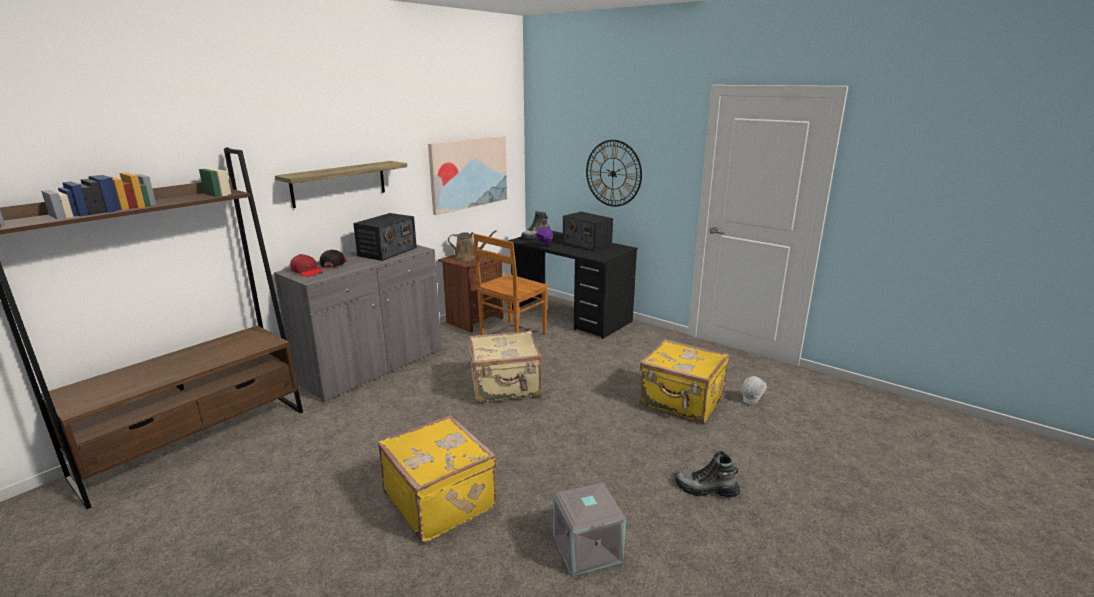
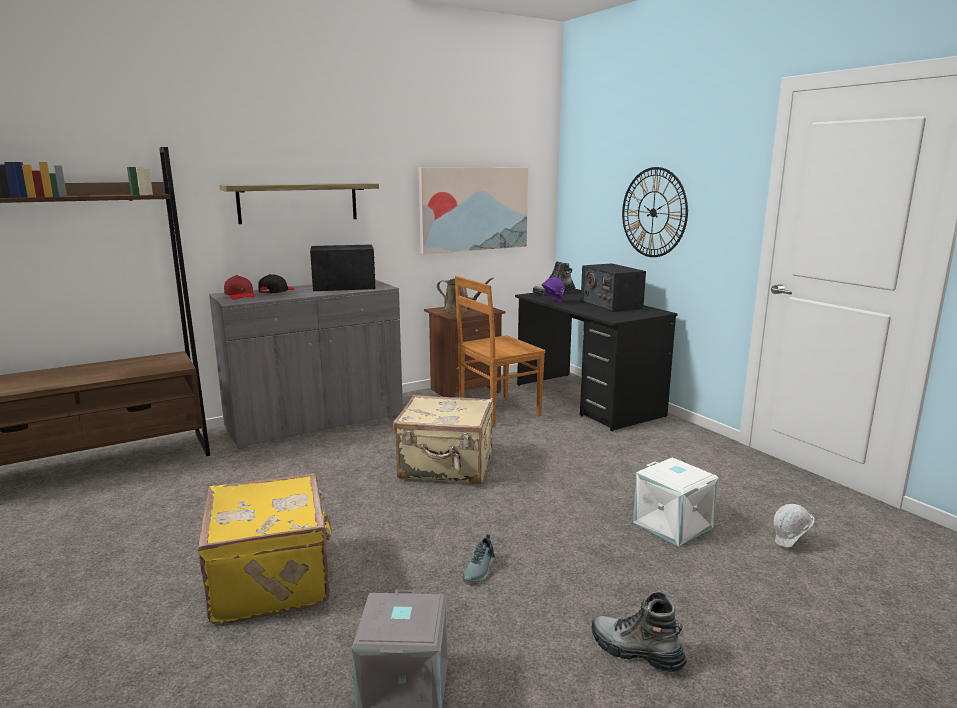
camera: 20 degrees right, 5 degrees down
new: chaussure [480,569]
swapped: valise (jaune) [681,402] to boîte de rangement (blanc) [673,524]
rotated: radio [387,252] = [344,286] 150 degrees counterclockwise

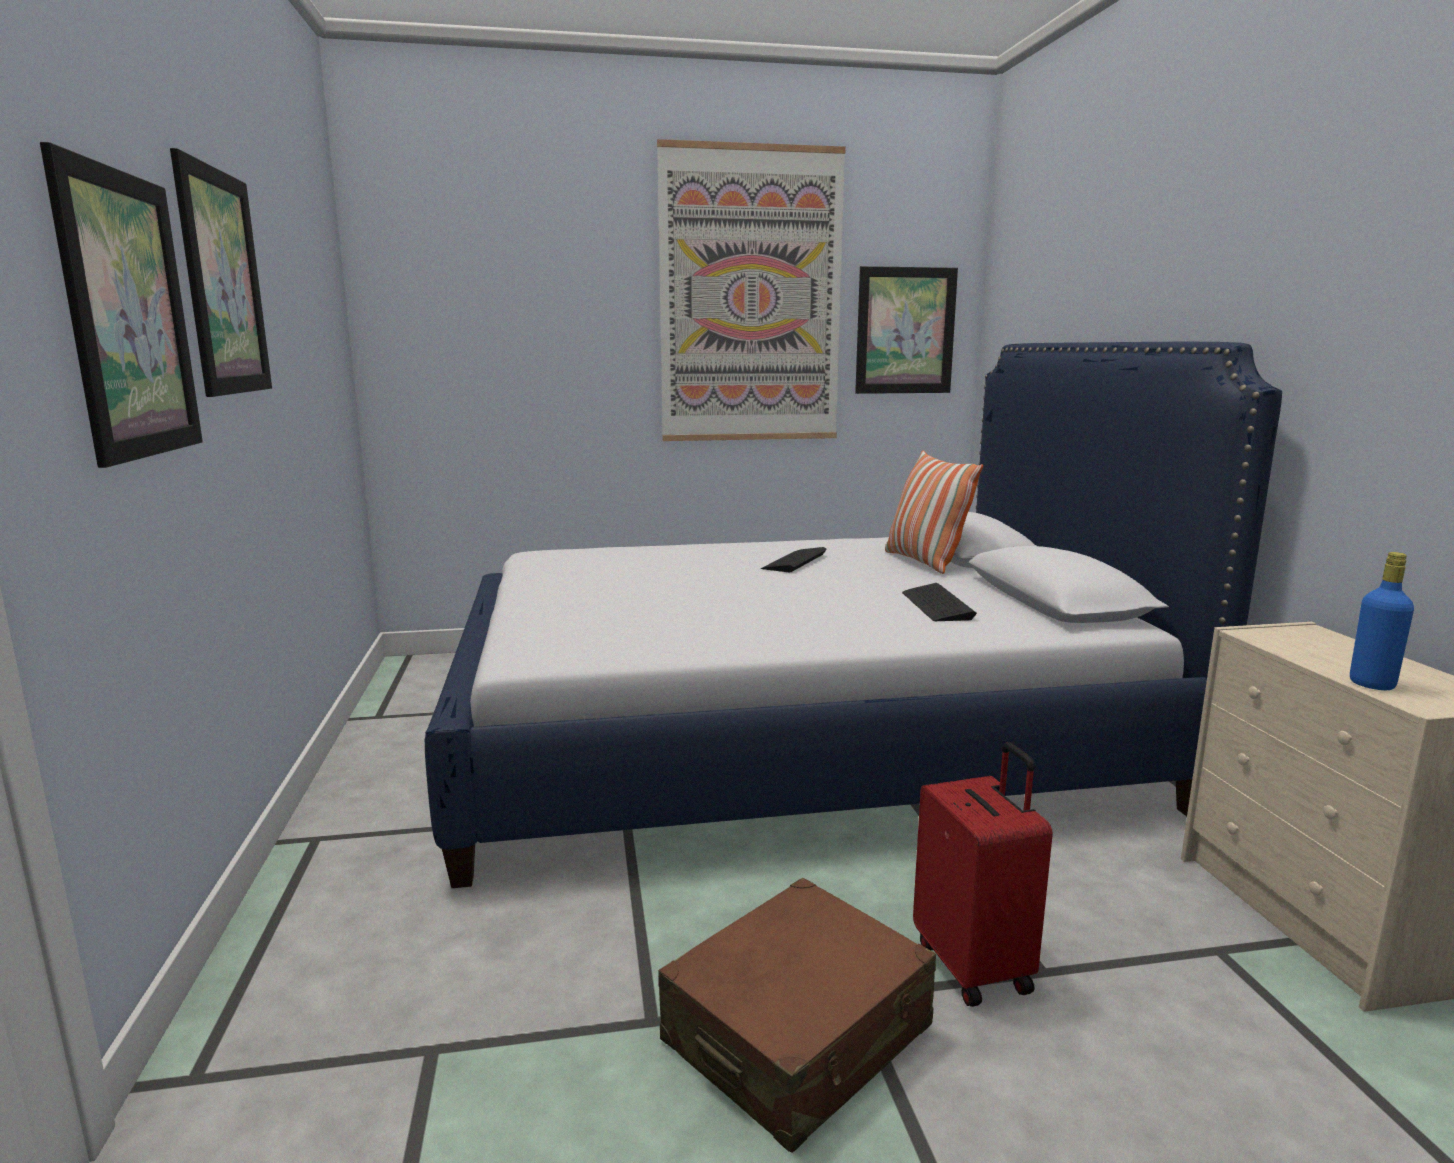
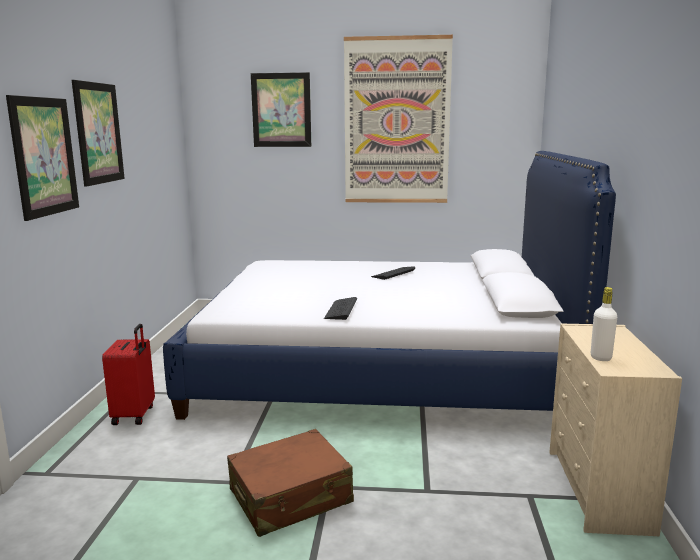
camera: 15 degrees right, 0 degrees up
gone: coussin [924,562]
shifted: tableau [905,331] to [281,110]; clavier [937,605] to [341,310]; valise (rouge) [975,965] to [135,415]
repainted: bouteille (bleu) [1371,684] to bouteille (blanc) [601,357]

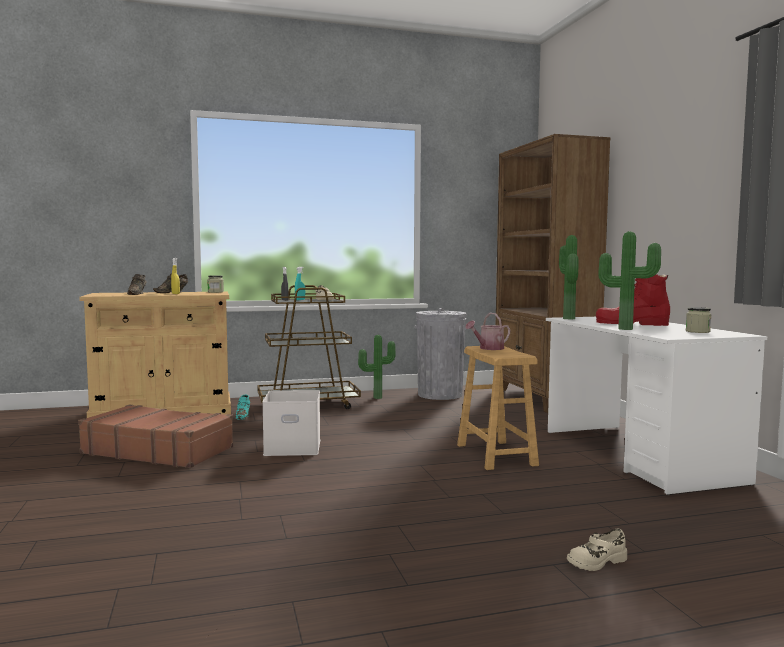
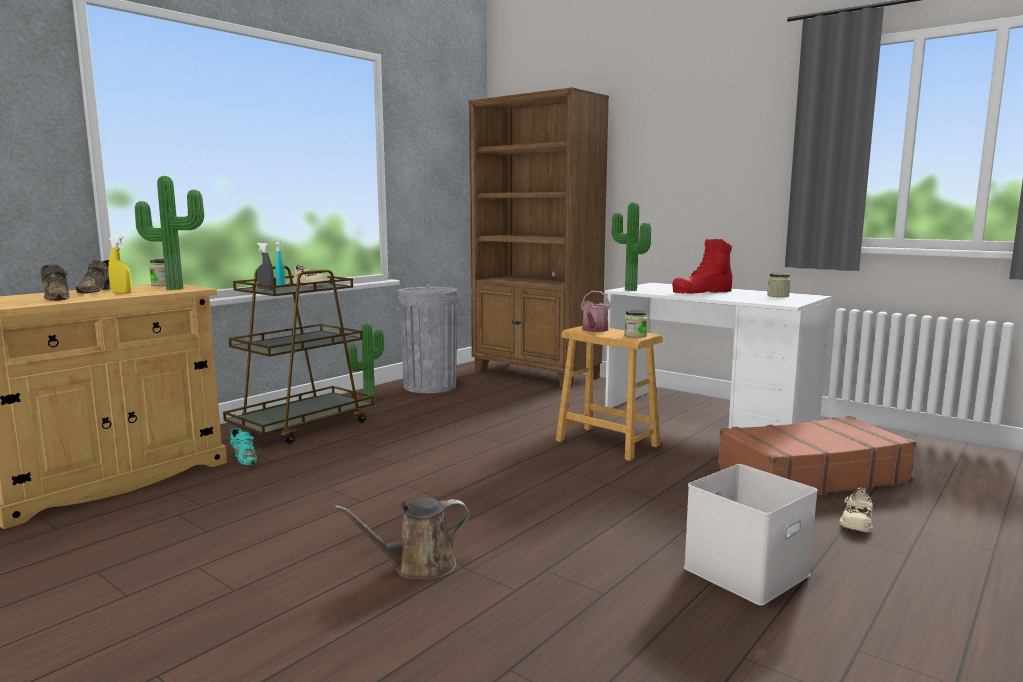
camera: 35 degrees left, 5 degrees up
new: arrosoir (marron) [418,567]; bocal [635,335]
shifted: valise (marron) [158,450] to [810,475]; boîte de rangement (blanc) [294,447] to [745,569]; plante en pot [626,329] to [176,288]

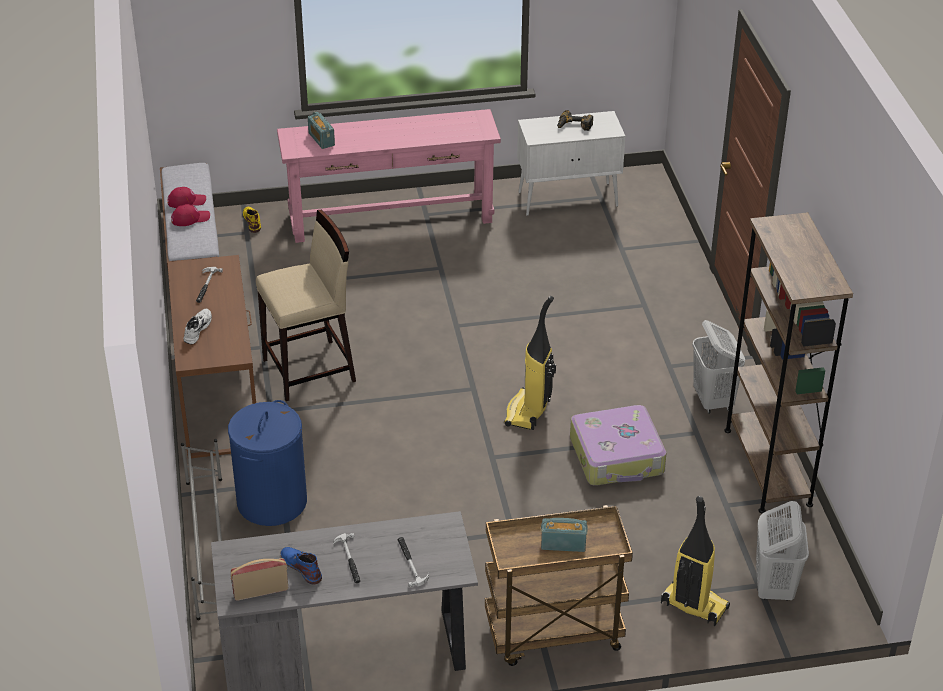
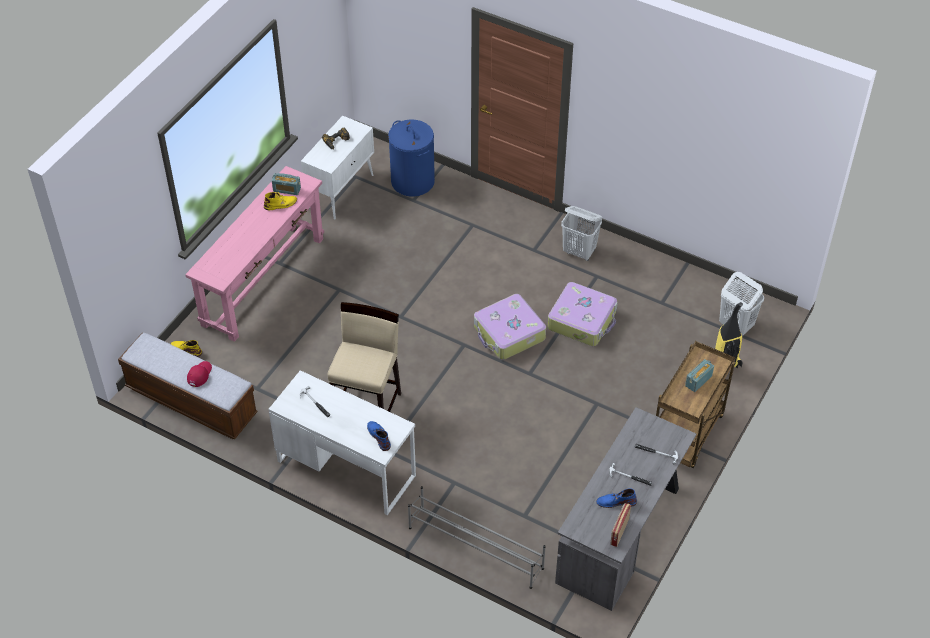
camera: 50 degrees left, 10 degrees up
gone: casquette (rouge) [186,201]; chaussure (blanc) [196,329]; bibliothèque (marron) [767,467]
new: botte (jaune) [281,204]; botte (bleu) [379,436]
shifted: panier à linge (bleu) [272,501] to [412,181]; radio [321,139] to [287,190]
swapped: aspirateur [528,412] to valise [509,334]
repainted: bureau (marron) [219,397] to bureau (blanc) [346,468]

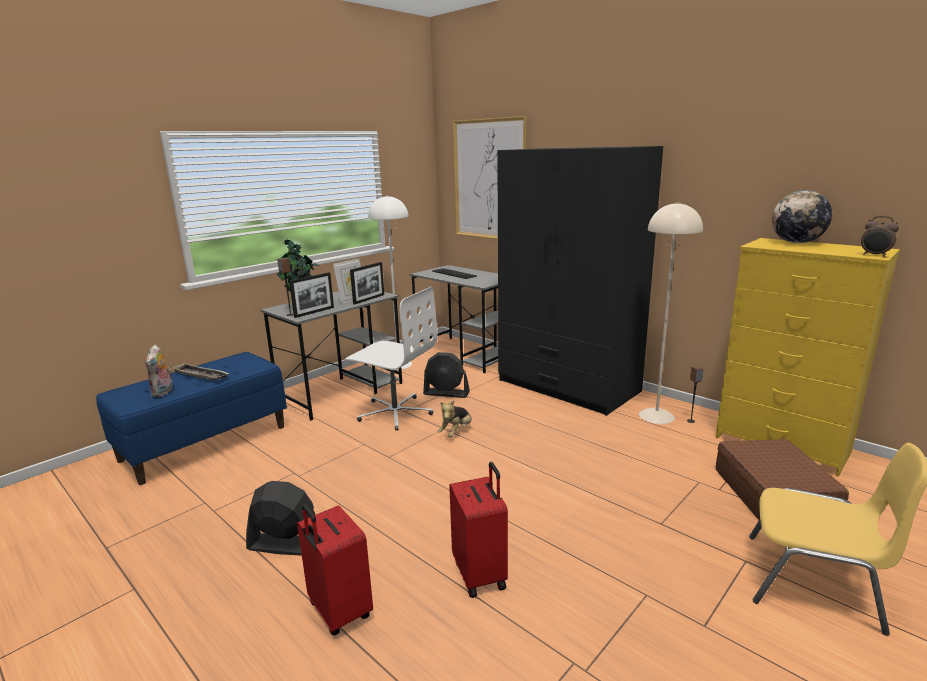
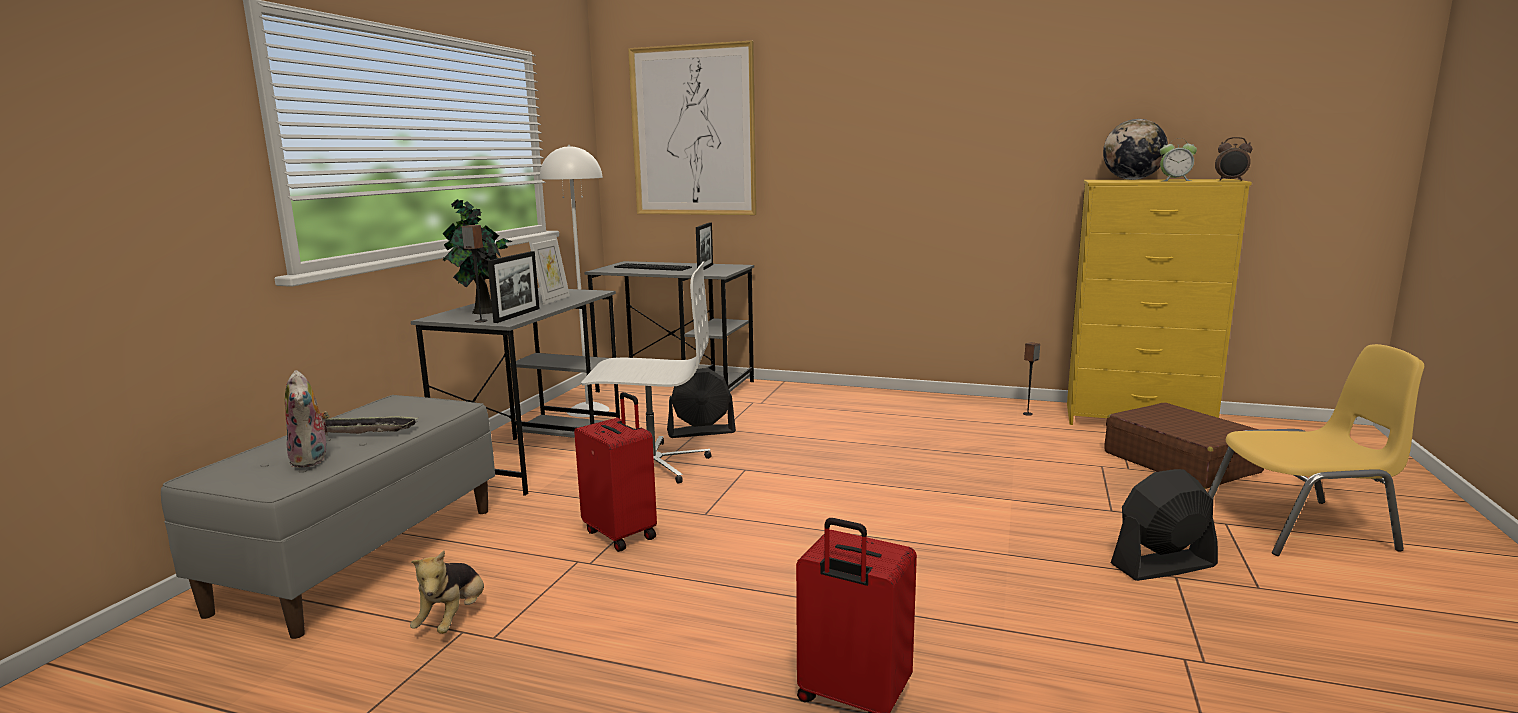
camera: 25 degrees left, 5 degrees down
gone: armoire (noir) [568,386]; lampadaire (beige) [656,416]
new: réveil [1175,180]
shifted: ventilateur (noir) [284,545] to [1163,565]; cadre photo [369,299] to [705,268]; peluche [456,432] to [453,619]; valise (rouge) [481,574] to [622,534]
repainted: banc (bleu) [205,442] to banc (gris) [362,556]

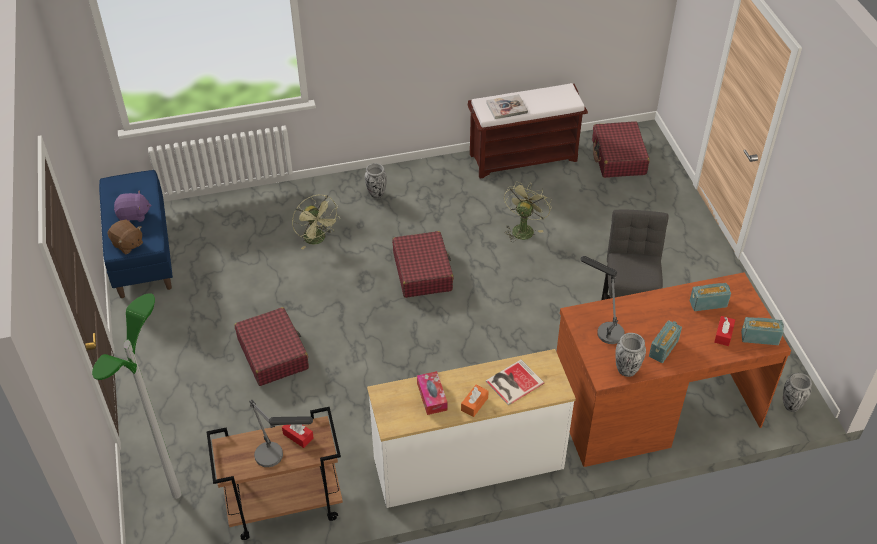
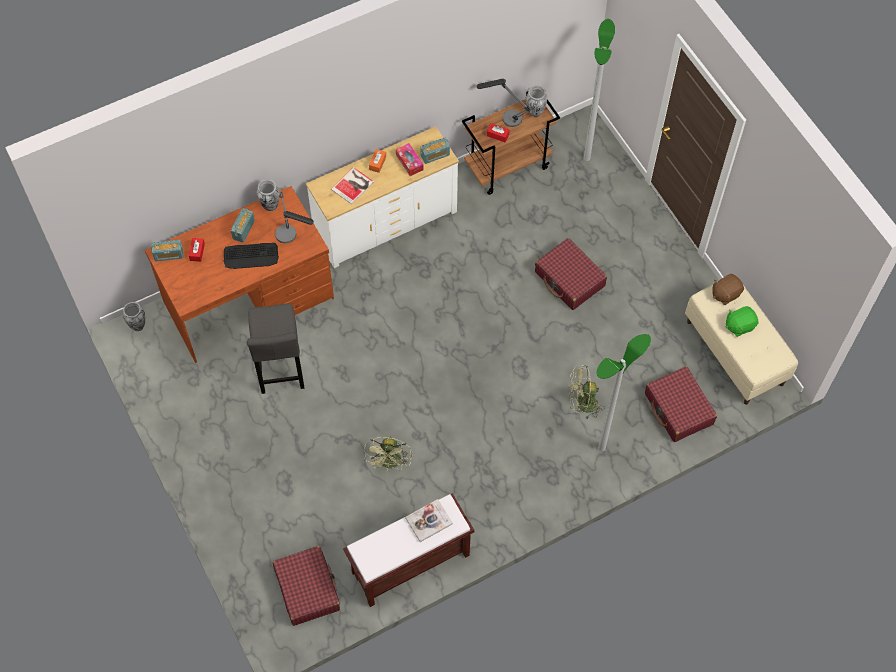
camera: 165 degrees right, 15 degrees up
new: clavier [251,256]; lampadaire [602,448]
shifted: vase [376,194] to [535,112]; valise (rouge) [422,271] to [678,409]; radio [708,304] to [435,155]
repainted: banc (bleu) [141,252] to banc (beige) [735,353]; peluche (violet) [134,215] to peluche (vert) [739,325]
rotated: peluche (marron) [127,244] = [725,294] 60 degrees counterclockwise; ventilateur (vert) [318,240] = [582,404] 45 degrees counterclockwise

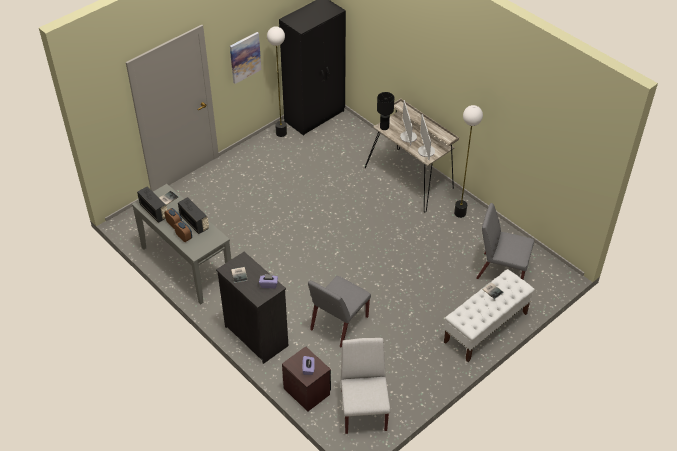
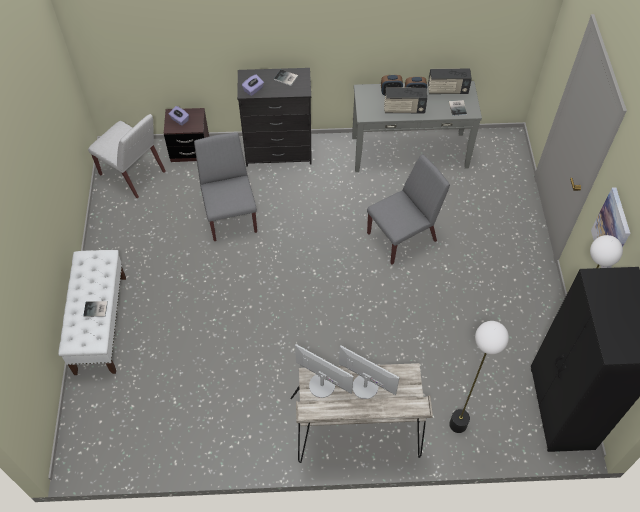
camera: 130 degrees right, 10 degrees up
gone: lampe de table (noir) [384,127]
shifted: lampadaire [460,213] to [458,424]; chaise (gris) [501,271] to [402,236]

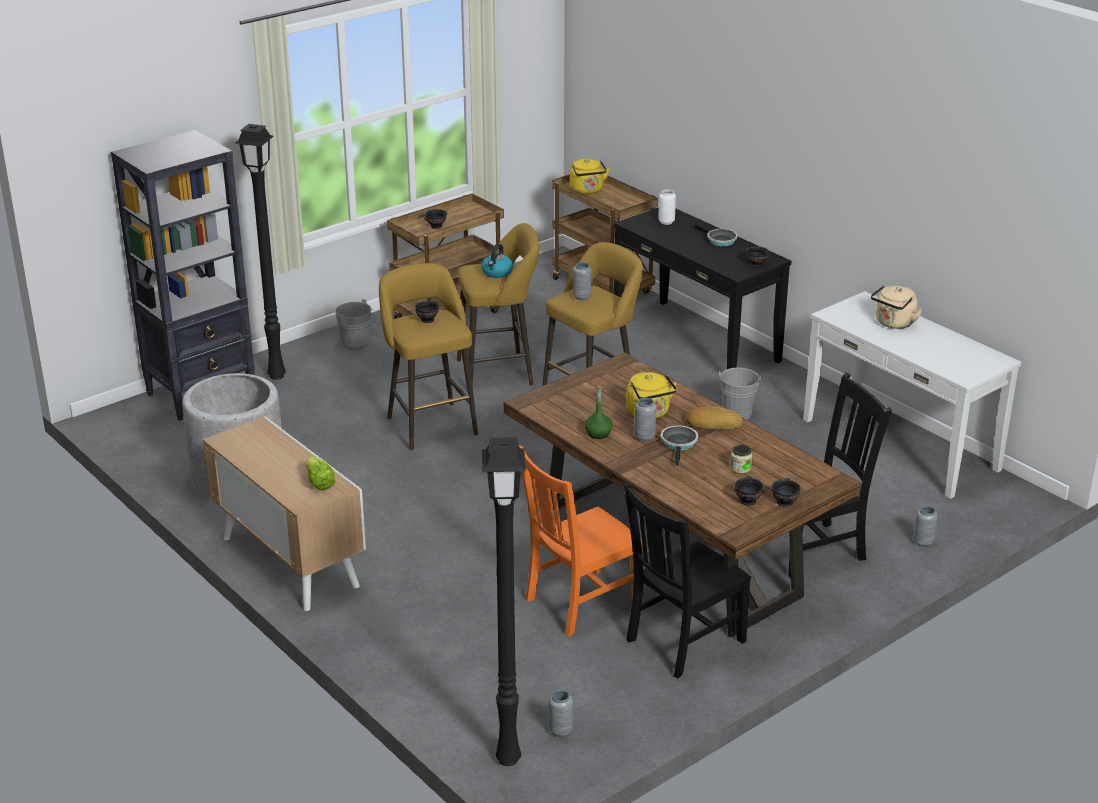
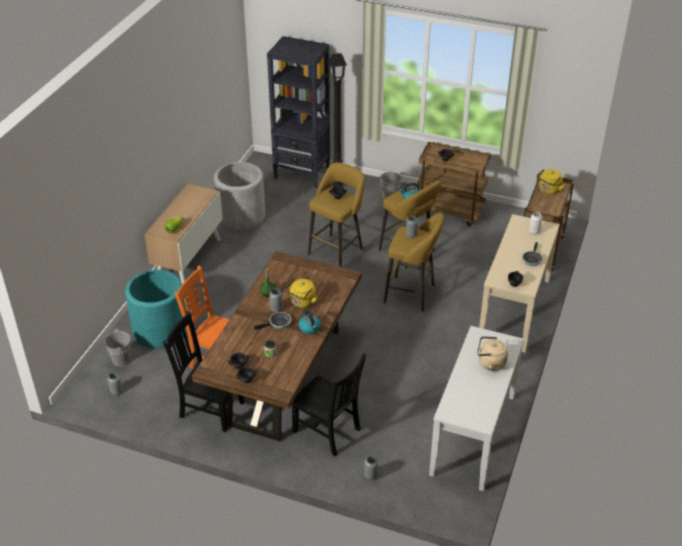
camera: 60 degrees right, 10 degrees up
gone: lampadaire (noir) [506,760]
new: cache-pot (turquoise) [160,330]
shifted: seau (gris) [738,411] to [123,359]
swapped: pain [713,423] to bouilloire [310,328]
repainted: table console (noir) [696,340] to table console (beige) [515,309]

